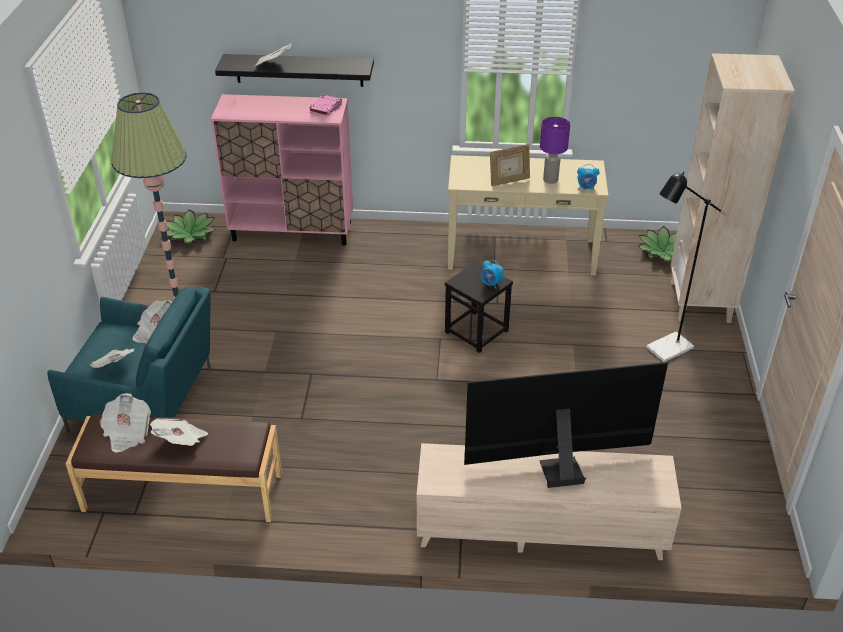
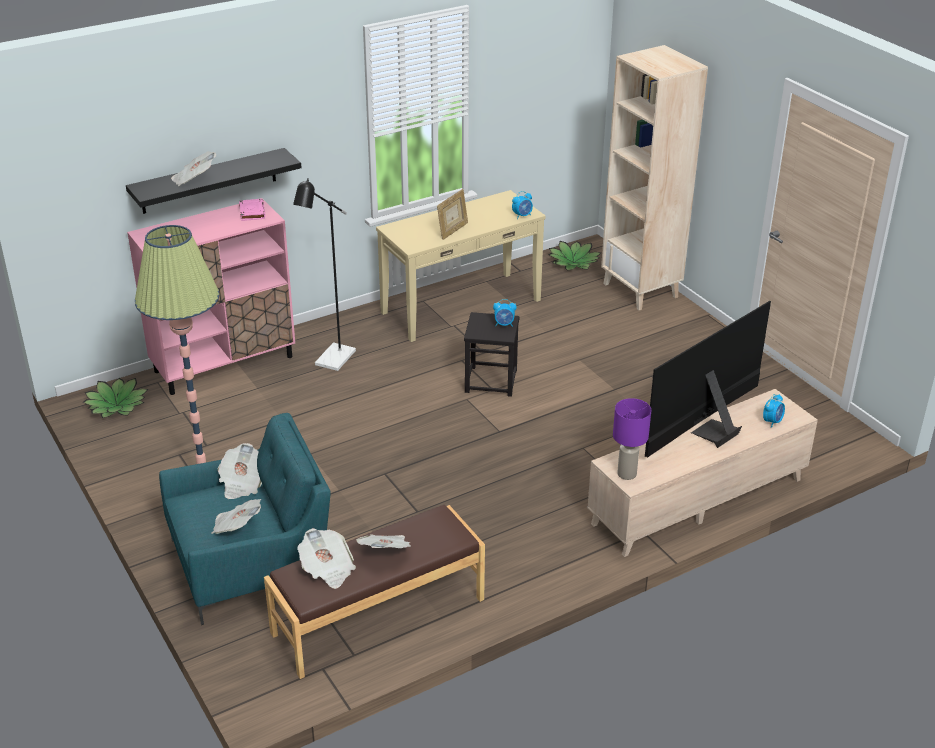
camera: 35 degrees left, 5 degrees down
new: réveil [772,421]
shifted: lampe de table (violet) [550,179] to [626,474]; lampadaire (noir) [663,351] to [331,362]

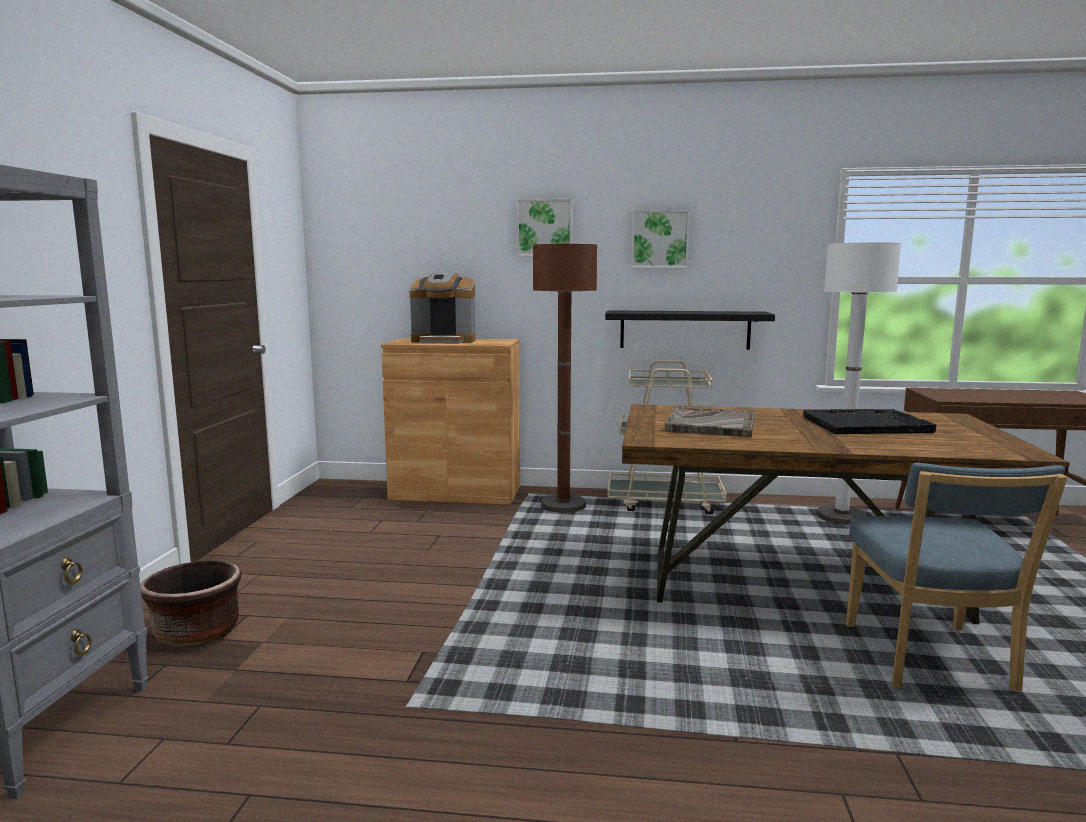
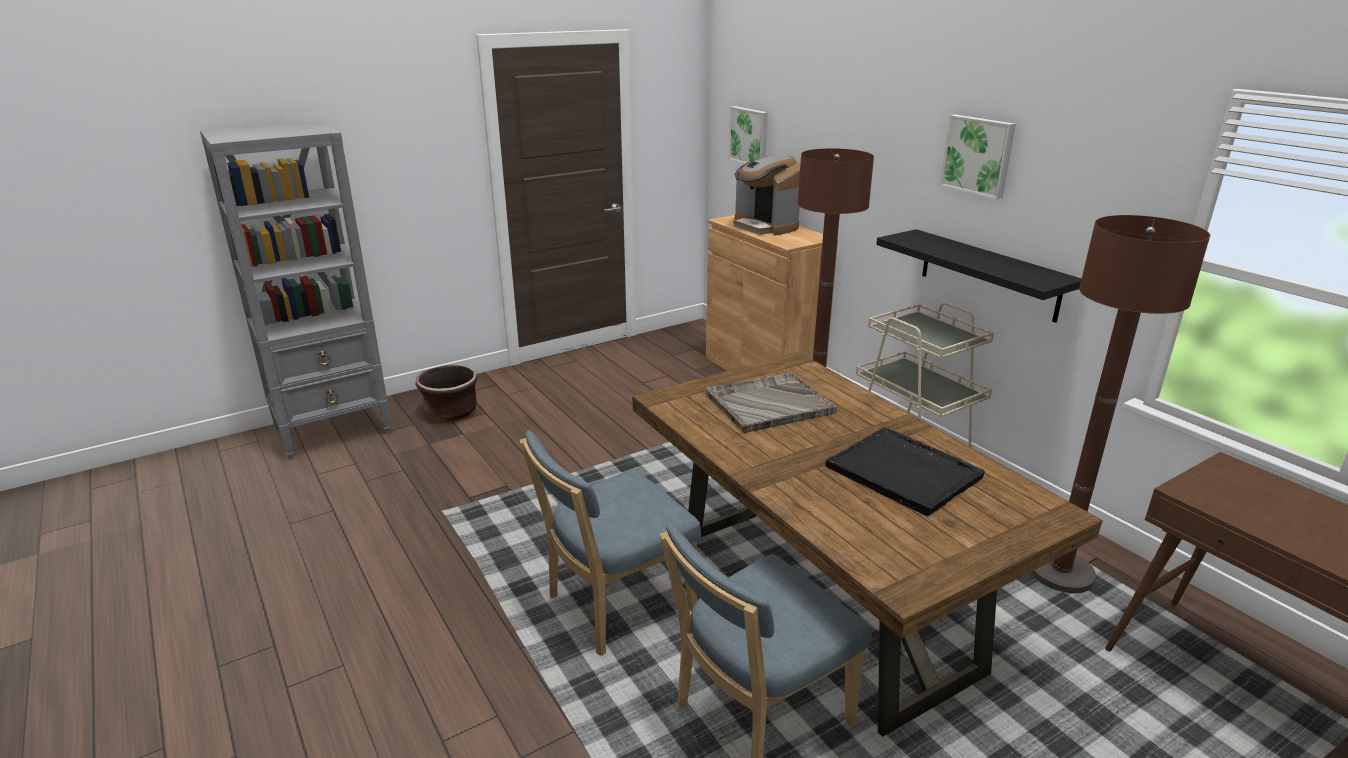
camera: 50 degrees right, 15 degrees up
new: chaise (bleu) [614,606]
shifted: tableau [544,228] to [750,136]
repainted: lampadaire (blanc) [841,517] to lampadaire (marron) [1060,573]

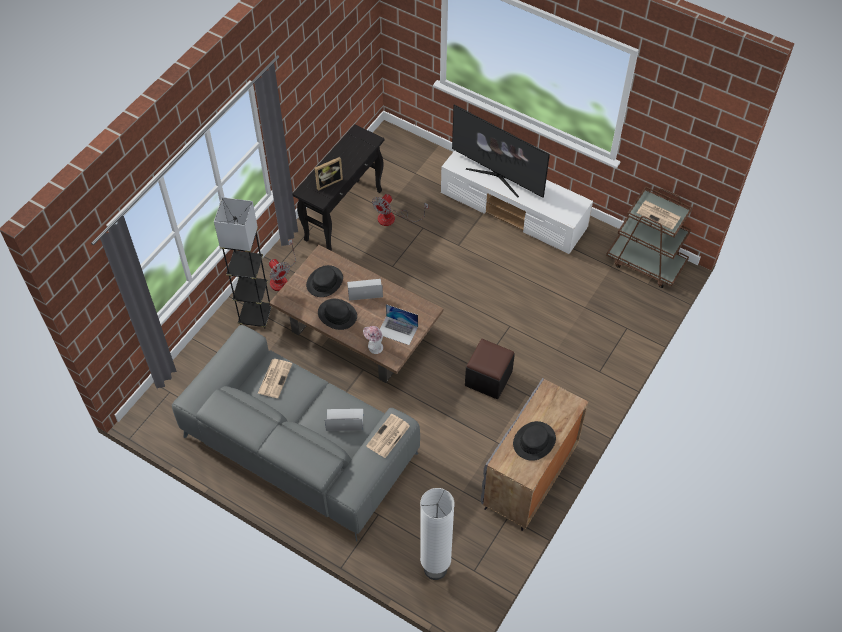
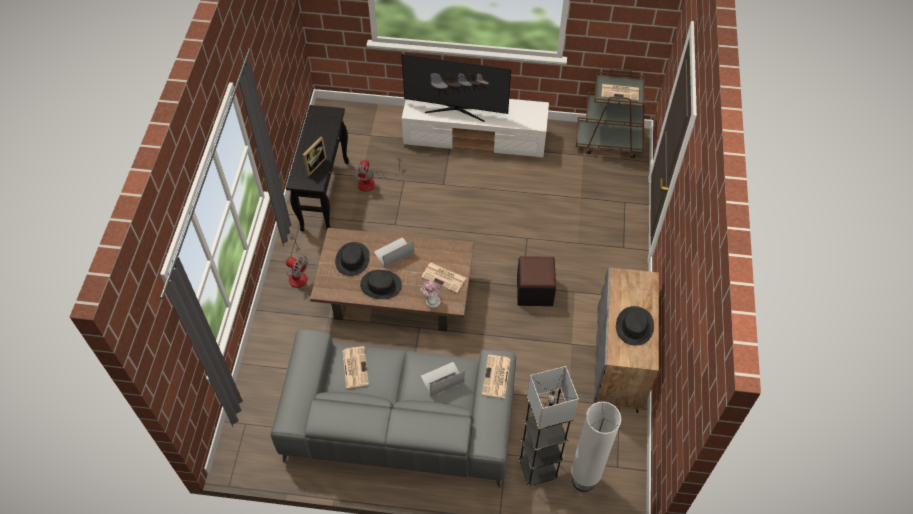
camera: 25 degrees left, 0 degrees up
shifted: lampadaire (gris) [255,316] to [537,469]
swapped: ordinateur portable [397,330] to journal [444,277]

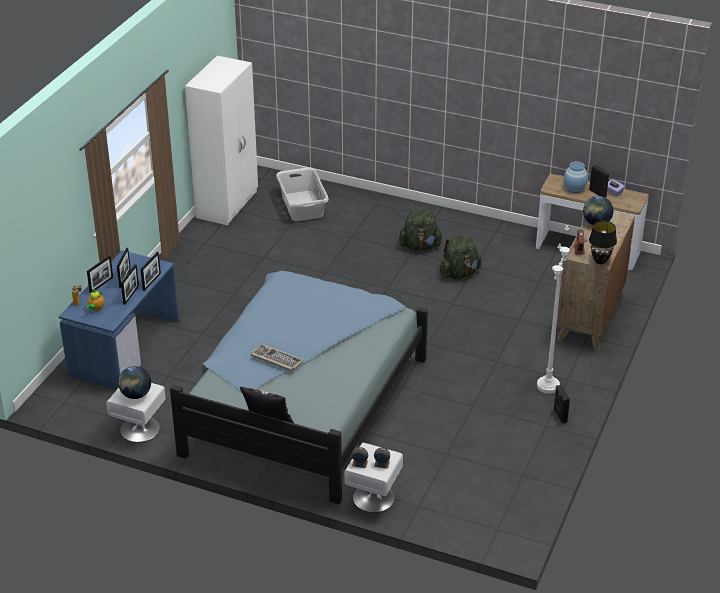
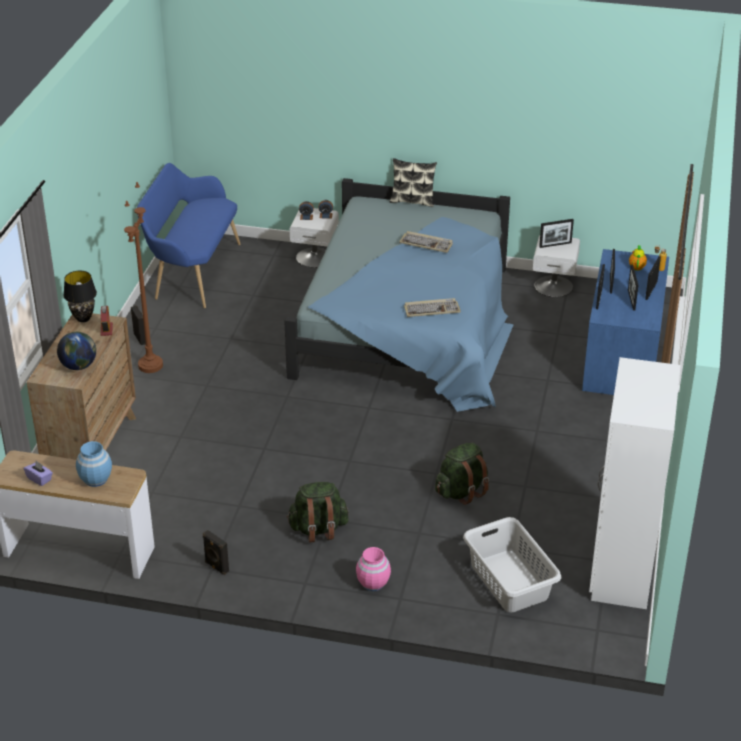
camera: 170 degrees right, 0 degrees up
new: banc (bleu) [192,272]; vase (rose) [373,583]; clavier [432,309]
shifted: sac à dos (vert) [459,273] to [461,491]; enceinte (noir) [598,193] to [216,567]
swapped: globe [136,395] to cadre photo [555,245]
repainted: lampadaire (blanc) [548,386] to lampadaire (marron) [150,365]

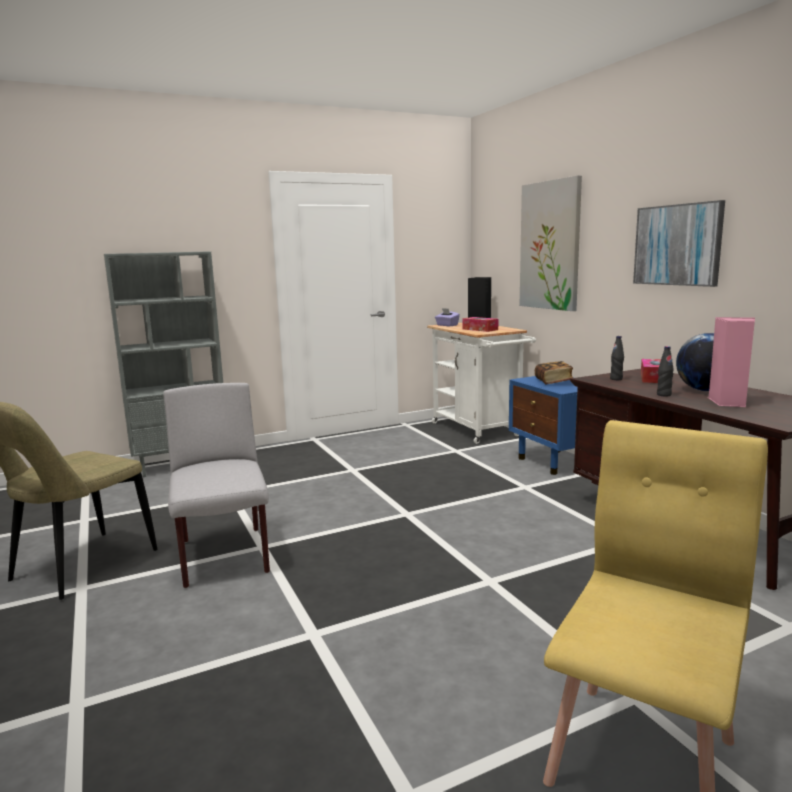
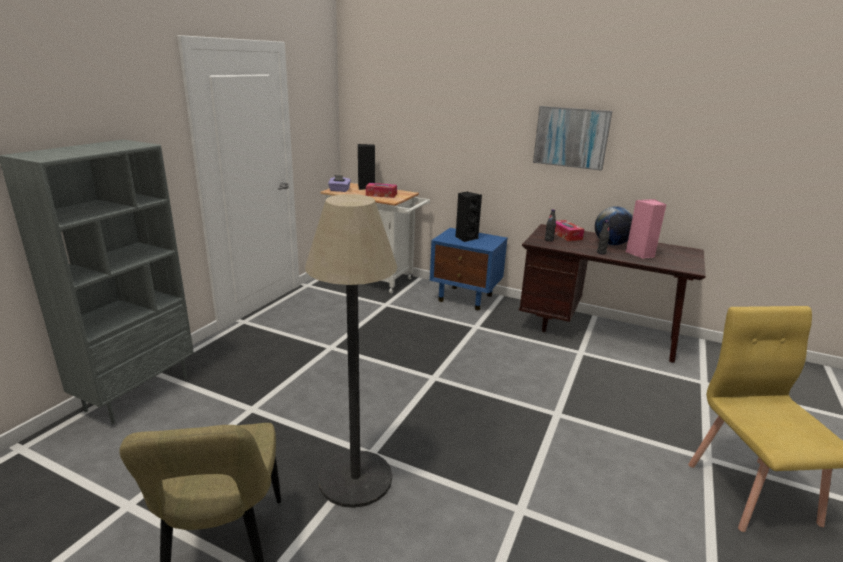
camera: 40 degrees left, 10 degrees up
gone: tableau [550,245]
swapped: chaise (gris) [224,557] to lampadaire [355,478]; livre [553,382] to enceinte (noir) [466,238]

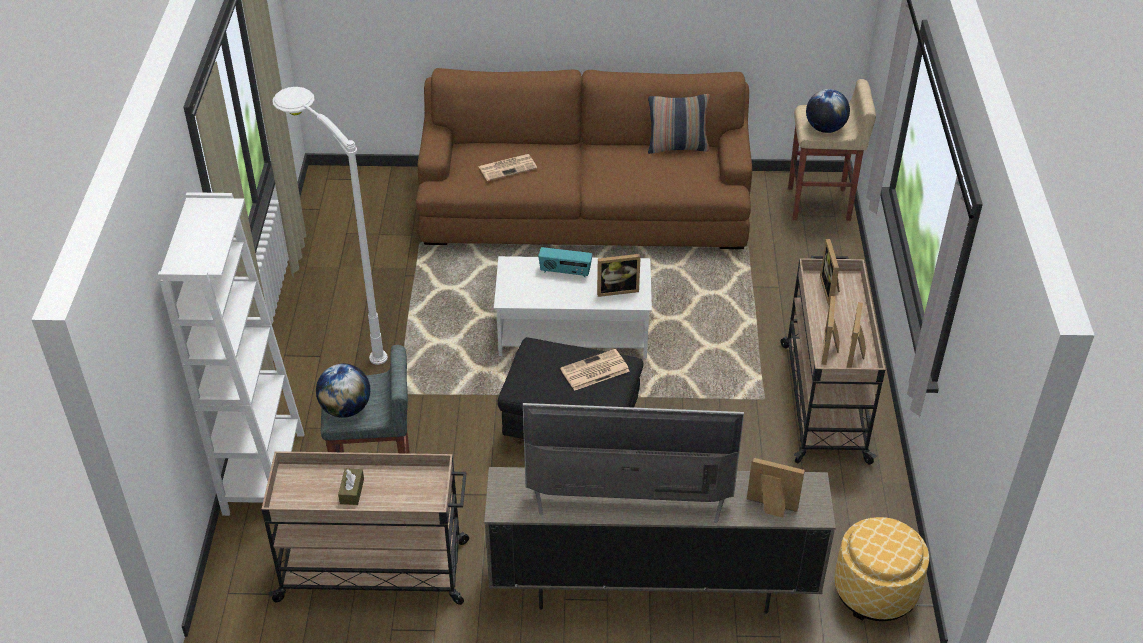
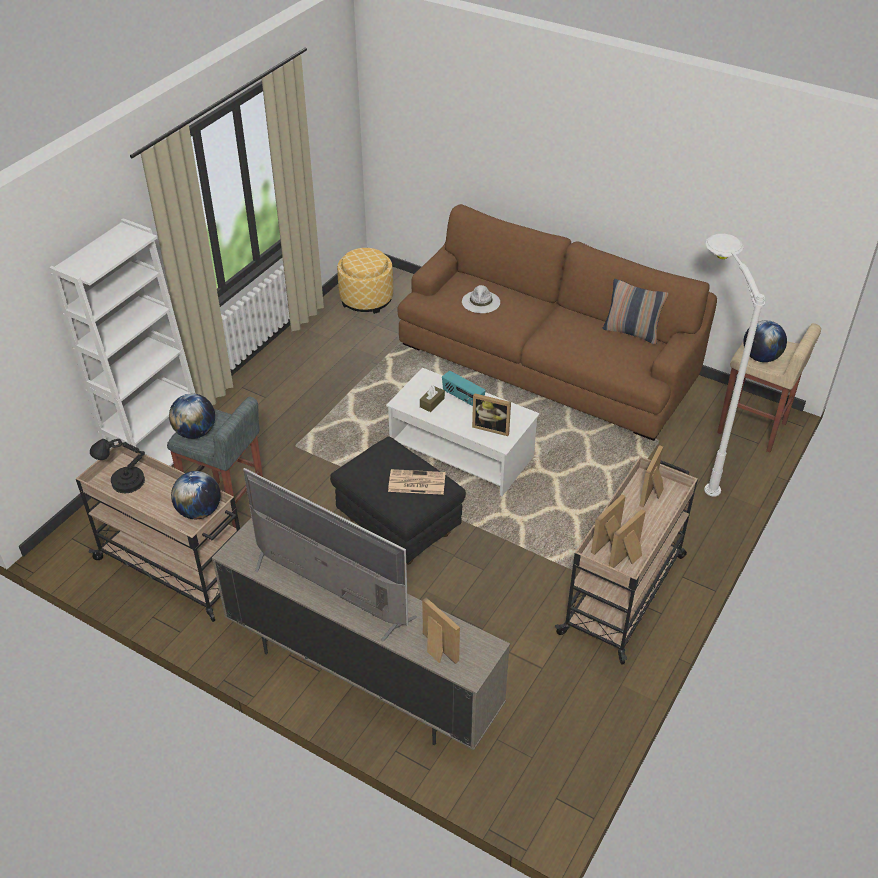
camera: 30 degrees right, 0 degrees up
new: lampe de table (noir) [125,482]; globe [199,511]
shifted: lampadaire (blanc) [342,330] to [690,456]; boîte à mouchoirs (marron) [352,491] to [432,403]; pouf [875,590] to [366,299]
swapped: journal [508,167] to chapeau (blanc) [481,302]

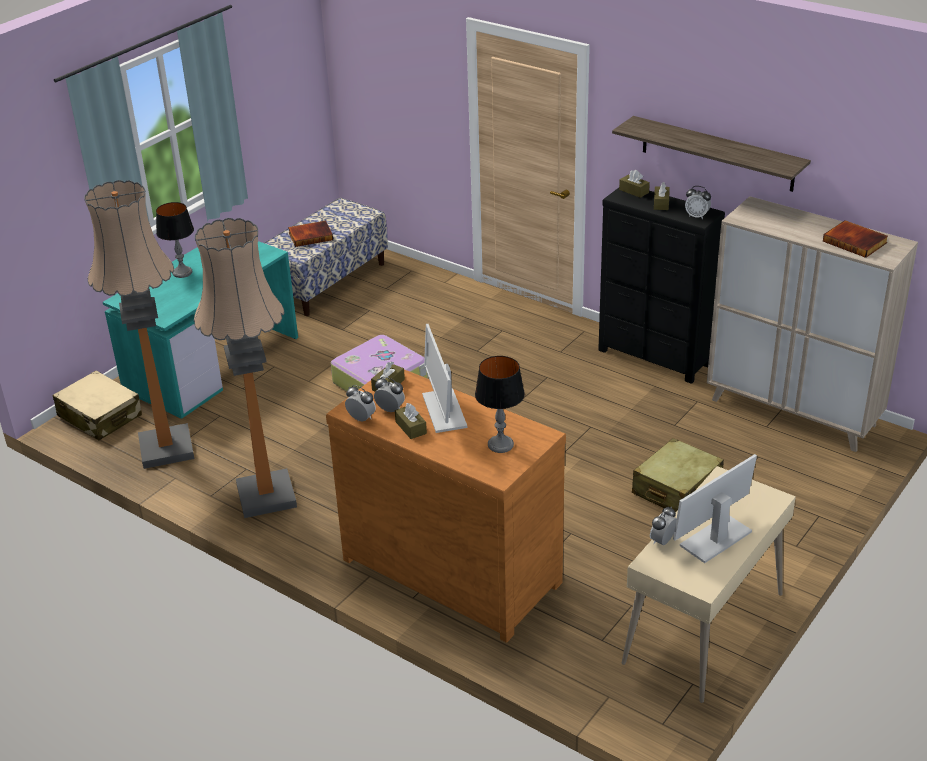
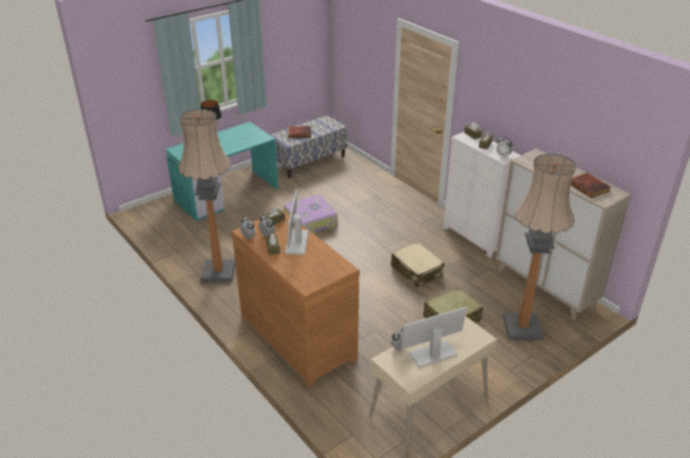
camera: 15 degrees right, 0 degrees up
gone: lampe de table [500,445]; étagère [717,154]
shifted: valise (beige) [100,416] to [416,271]; lampadaire [166,449] to [522,328]
repainted: commode (noir) [653,358] to commode (blanc) [473,238]

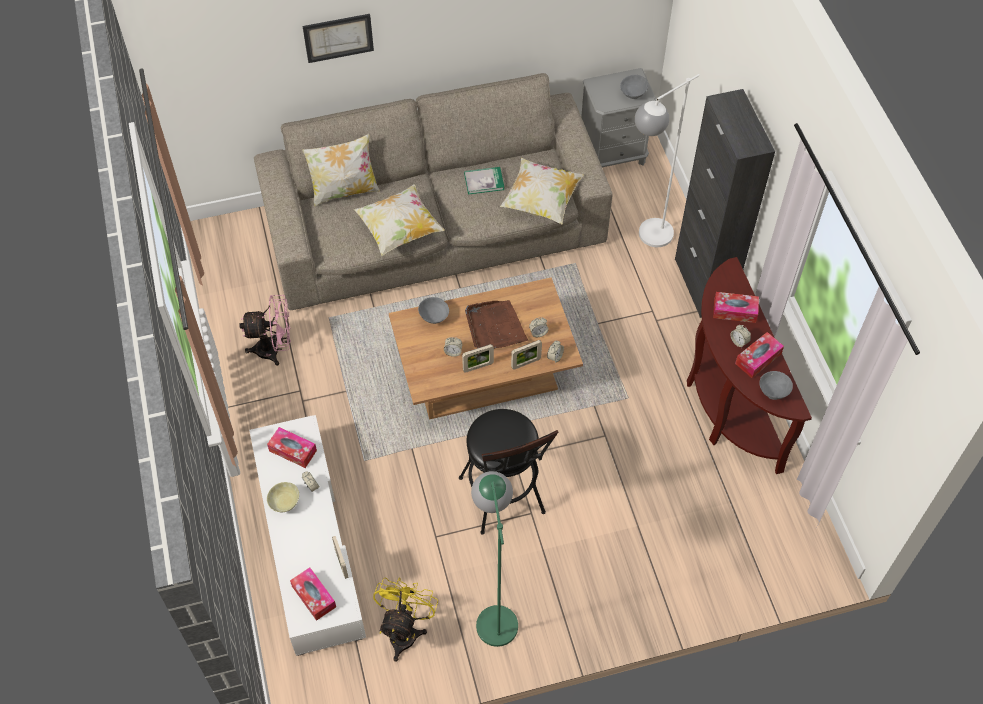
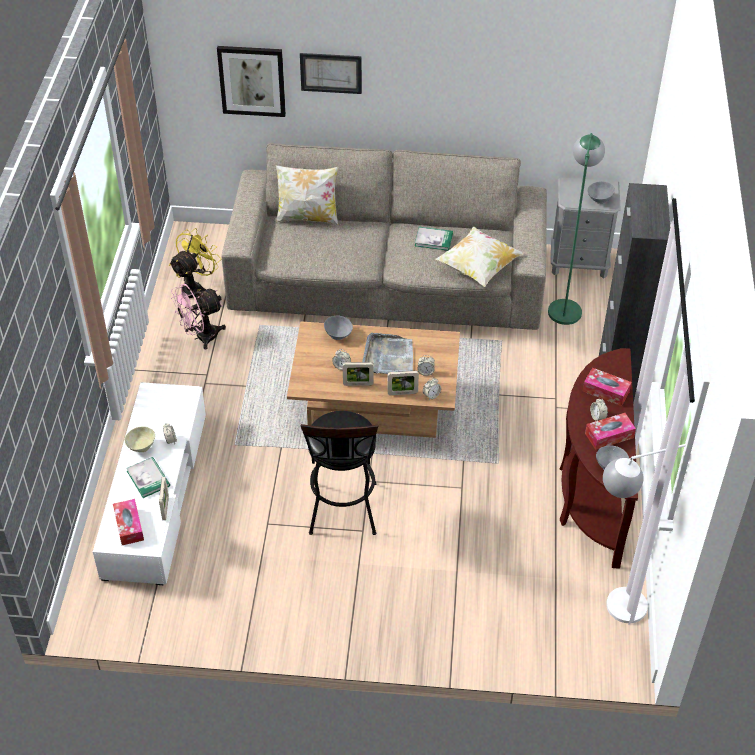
camera: 20 degrees right, 10 degrees down
gone: boîte à mouchoirs [293,450]; coussin [399,230]
new: livre [148,478]; tableau [252,80]
shifted: ventilateur (jaune) [405,630] to [195,288]; lampadaire (vert) [494,612] to [565,304]; lampadaire (blanc) [646,240] to [613,610]
repainted: plateau (marron) [495,327] to plateau (gris) [388,357]
rotated: ventilateur (rose) [274,349] = [201,337] 135 degrees clockwise

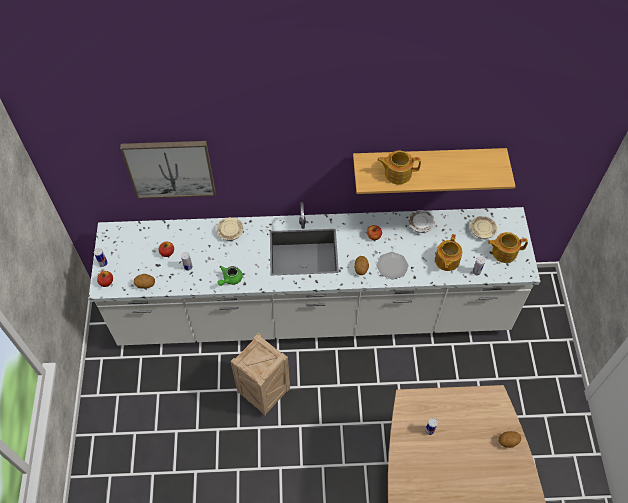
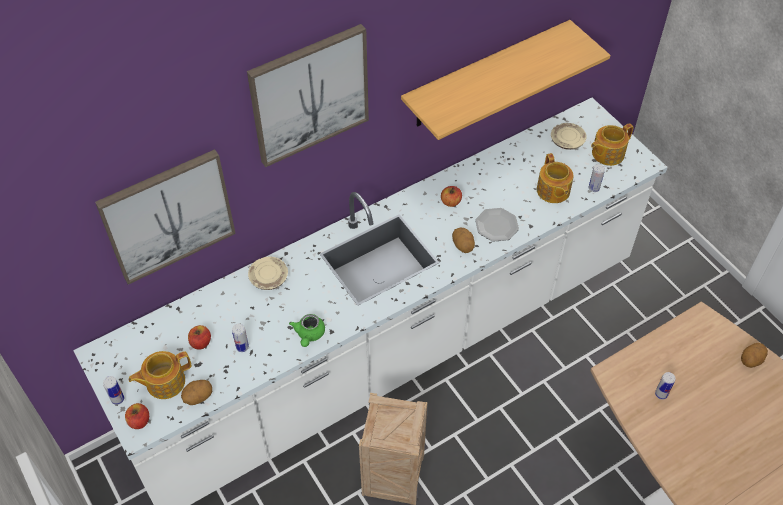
camera: 30 degrees left, 5 degrees down
gone: assiette (blanc) [420,224]
new: tableau [309,94]
shifted: théière [397,173] to [164,382]

